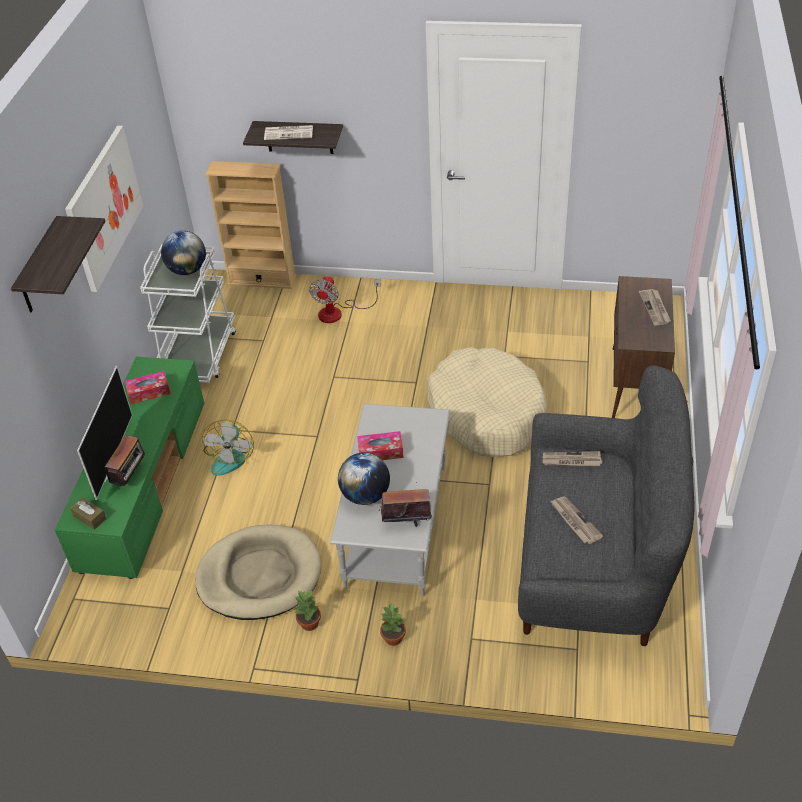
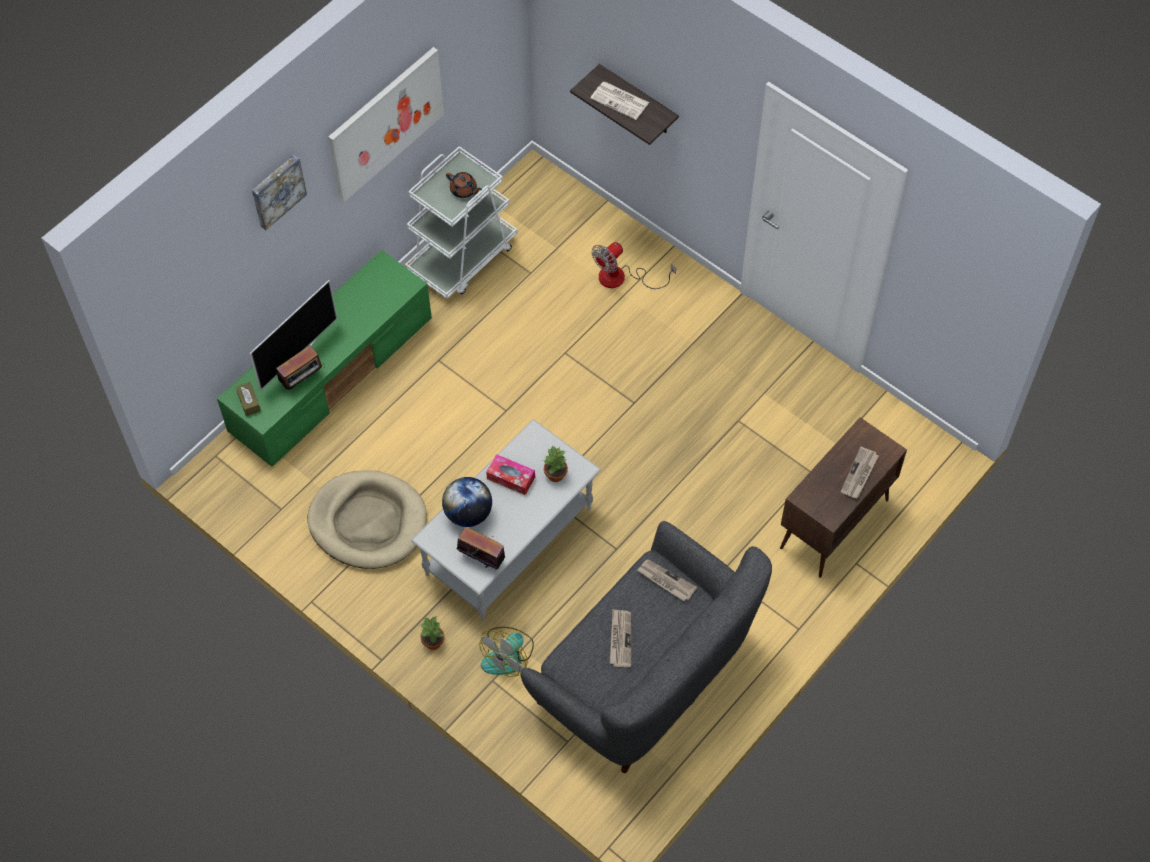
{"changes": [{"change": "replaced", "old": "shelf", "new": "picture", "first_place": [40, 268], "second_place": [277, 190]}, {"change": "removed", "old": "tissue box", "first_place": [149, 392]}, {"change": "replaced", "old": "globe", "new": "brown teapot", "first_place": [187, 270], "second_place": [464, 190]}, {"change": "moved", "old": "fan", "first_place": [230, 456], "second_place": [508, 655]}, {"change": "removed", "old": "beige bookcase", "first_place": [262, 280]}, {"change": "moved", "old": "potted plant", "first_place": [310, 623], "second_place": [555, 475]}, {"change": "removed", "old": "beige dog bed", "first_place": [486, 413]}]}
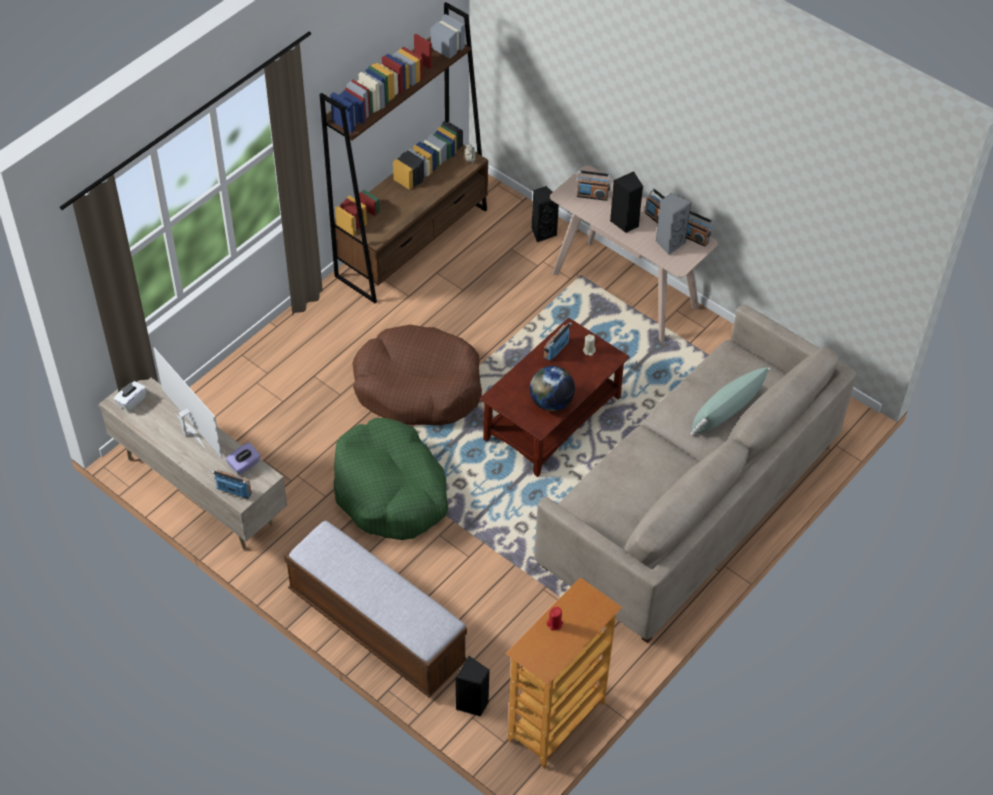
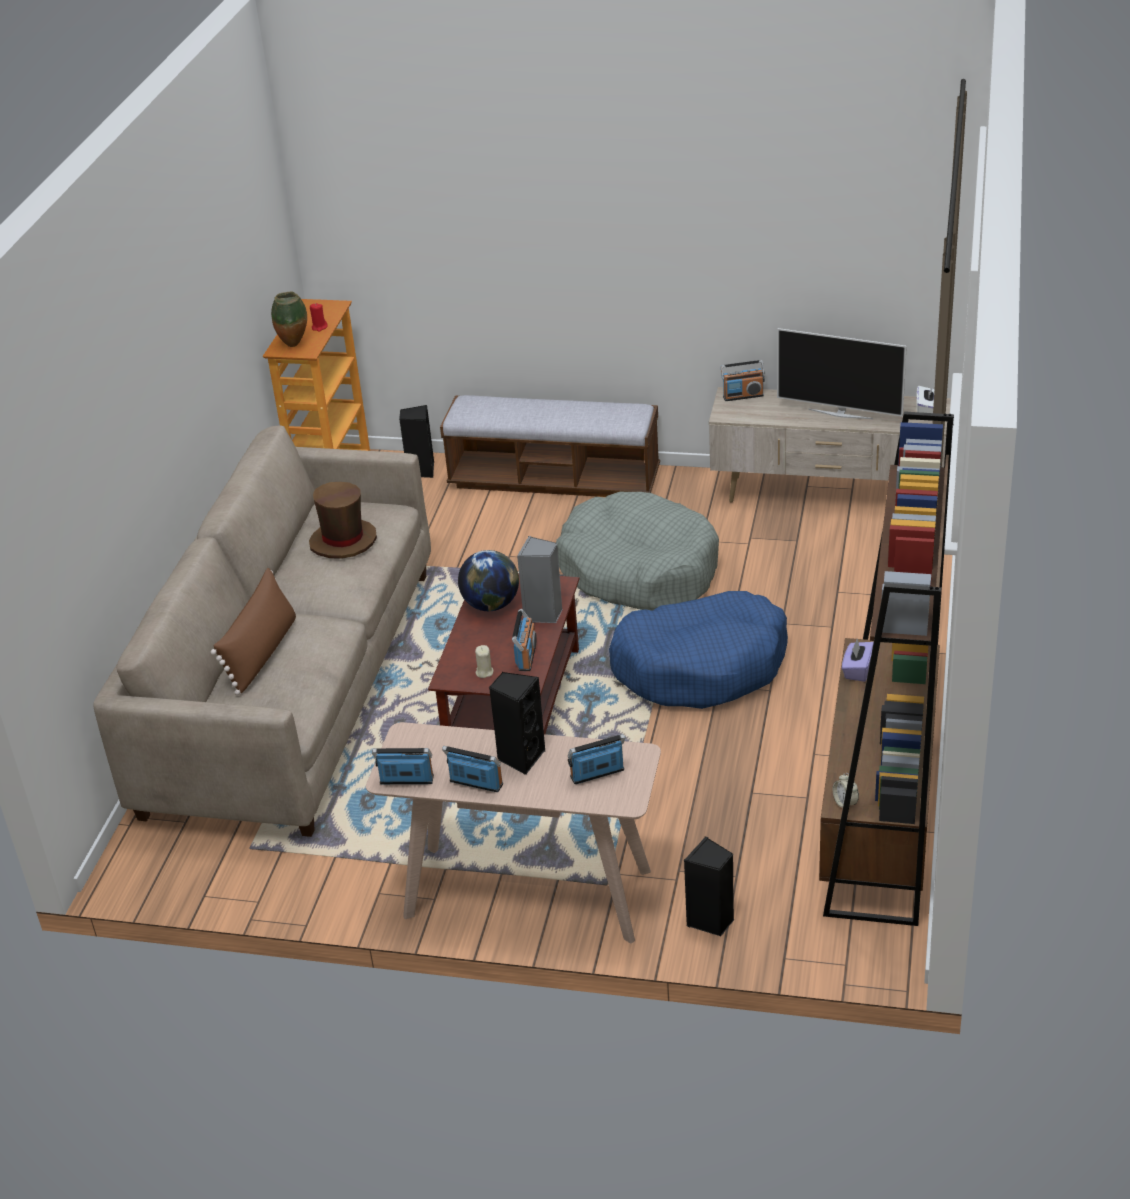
{"changes": [{"change": "moved", "old": "purple tissue box", "first_place": [244, 465], "second_place": [857, 670]}, {"change": "recoloured", "old": "green dog bed", "new": "grey dog bed", "first_place": [390, 491], "second_place": [639, 570]}, {"change": "recoloured", "old": "brown dog bed", "new": "blue dog bed", "first_place": [418, 387], "second_place": [701, 666]}, {"change": "moved", "old": "grey speaker", "first_place": [669, 243], "second_place": [543, 614]}, {"change": "recoloured", "old": "green pillow", "new": "brown pillow", "first_place": [726, 412], "second_place": [262, 653]}, {"change": "added", "new": "vase", "second_place": [294, 345]}, {"change": "added", "new": "brown hat", "second_place": [343, 541]}]}
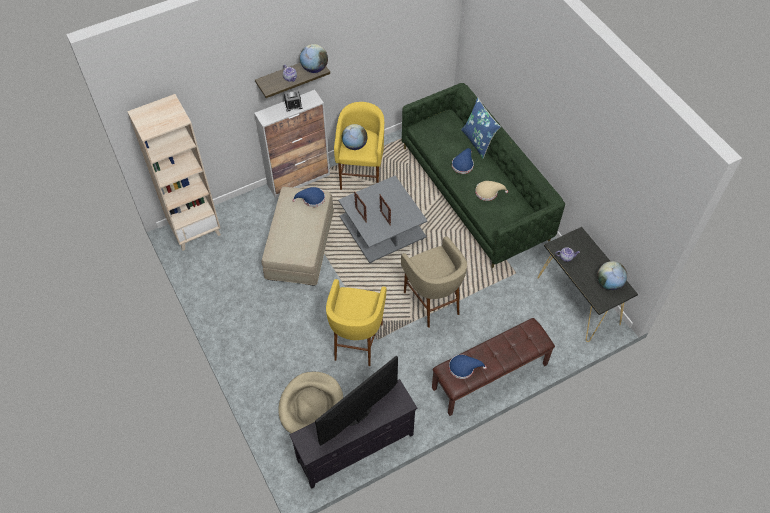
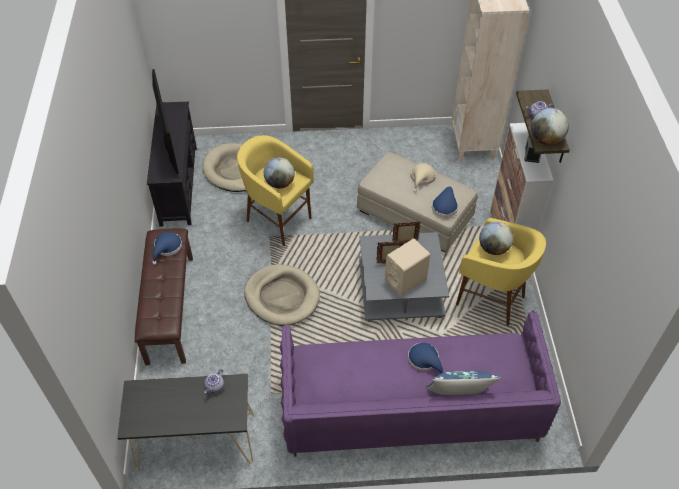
{"changes": [{"change": "replaced", "old": "beige stool", "new": "beige dog bed", "first_place": [432, 302], "second_place": [282, 297]}, {"change": "recoloured", "old": "green sofa", "new": "purple sofa", "first_place": [474, 193], "second_place": [409, 406]}, {"change": "moved", "old": "beige hat", "first_place": [488, 192], "second_place": [422, 178]}, {"change": "moved", "old": "globe", "first_place": [608, 283], "second_place": [280, 183]}, {"change": "added", "new": "beige speaker", "second_place": [405, 280]}]}
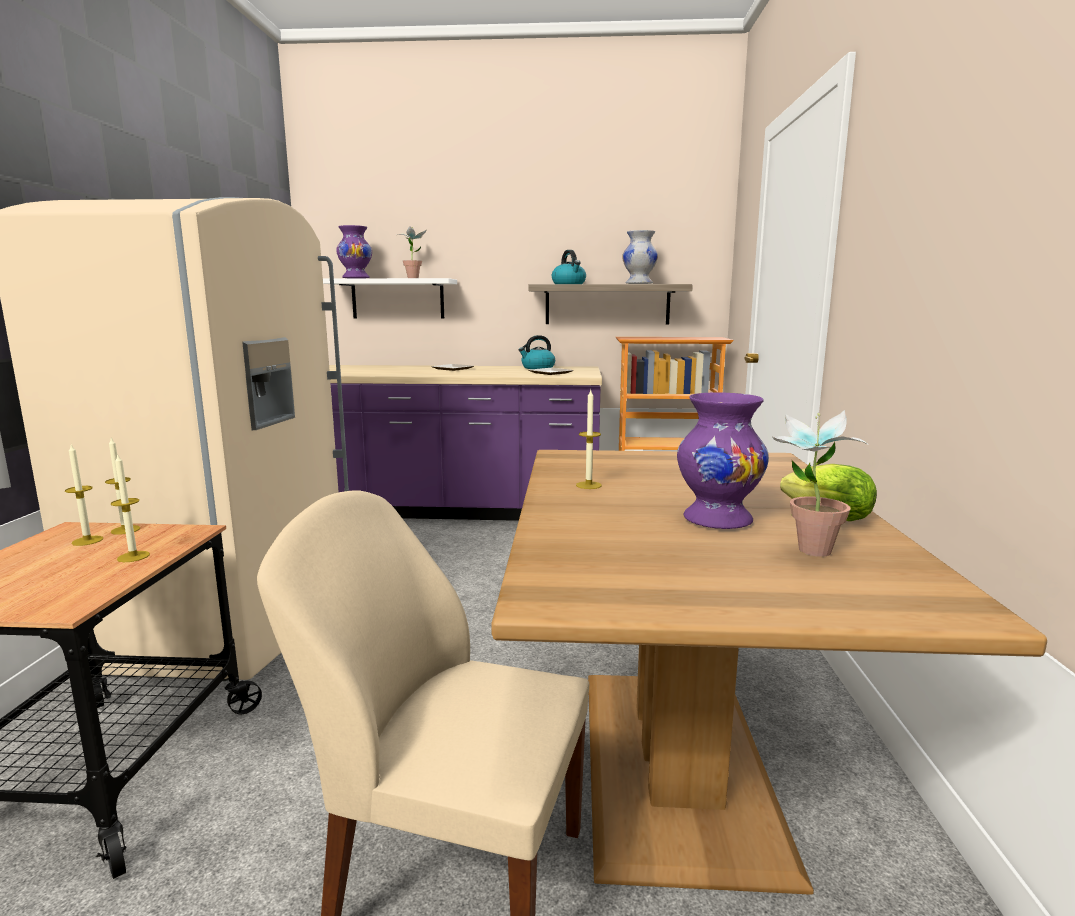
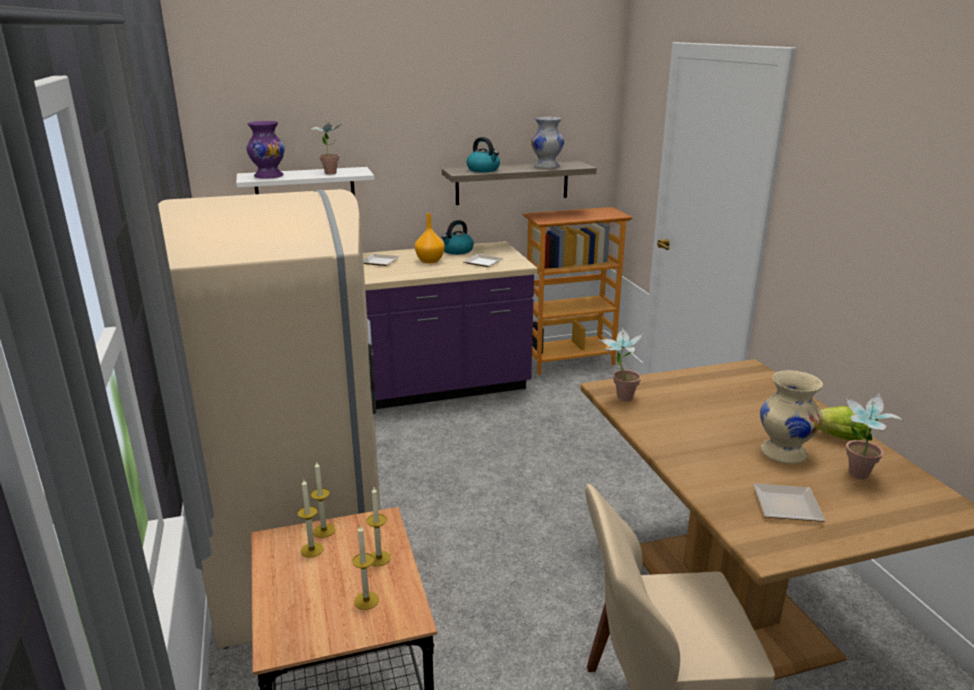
{"changes": [{"change": "moved", "old": "candle", "first_place": [588, 485], "second_place": [366, 600]}, {"change": "recoloured", "old": "purple vase", "new": "beige vase", "first_place": [717, 520], "second_place": [783, 453]}, {"change": "added", "new": "orange vase", "second_place": [429, 261]}, {"change": "added", "new": "potted plant", "second_place": [619, 397]}, {"change": "added", "new": "plate", "second_place": [785, 507]}]}
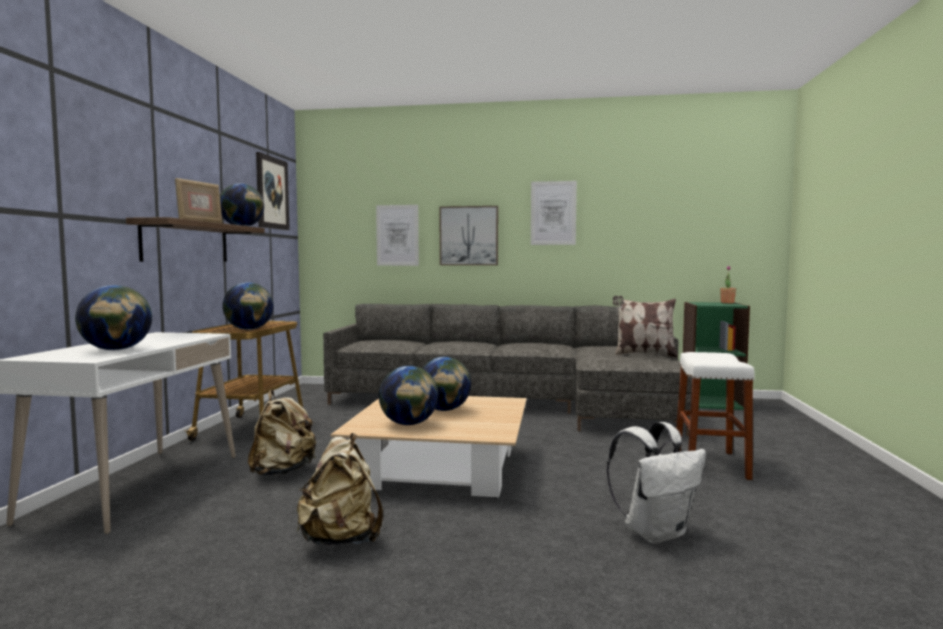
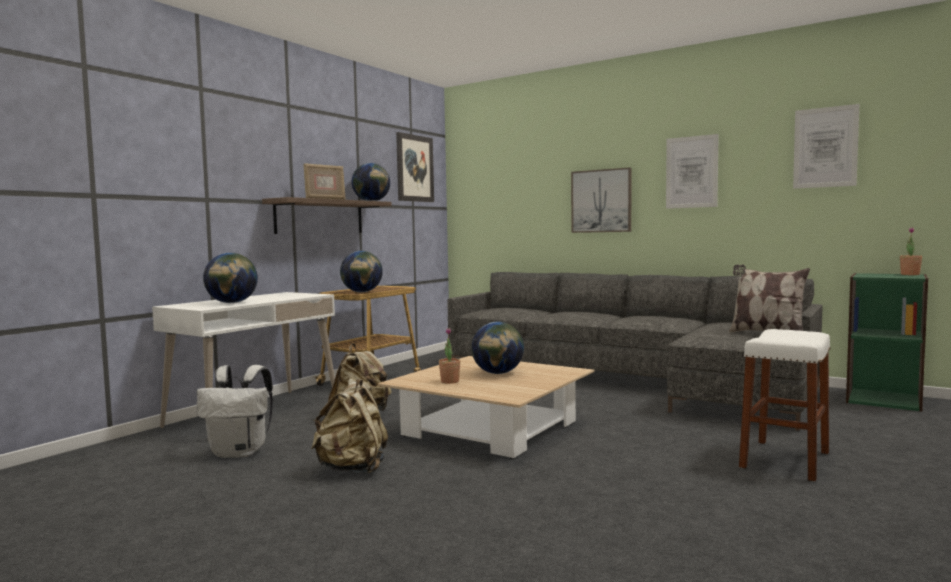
{"changes": [{"change": "moved", "old": "picture", "first_place": [397, 235], "second_place": [825, 147]}, {"change": "replaced", "old": "globe", "new": "potted plant", "first_place": [409, 424], "second_place": [450, 381]}, {"change": "moved", "old": "white backpack", "first_place": [655, 532], "second_place": [240, 452]}]}
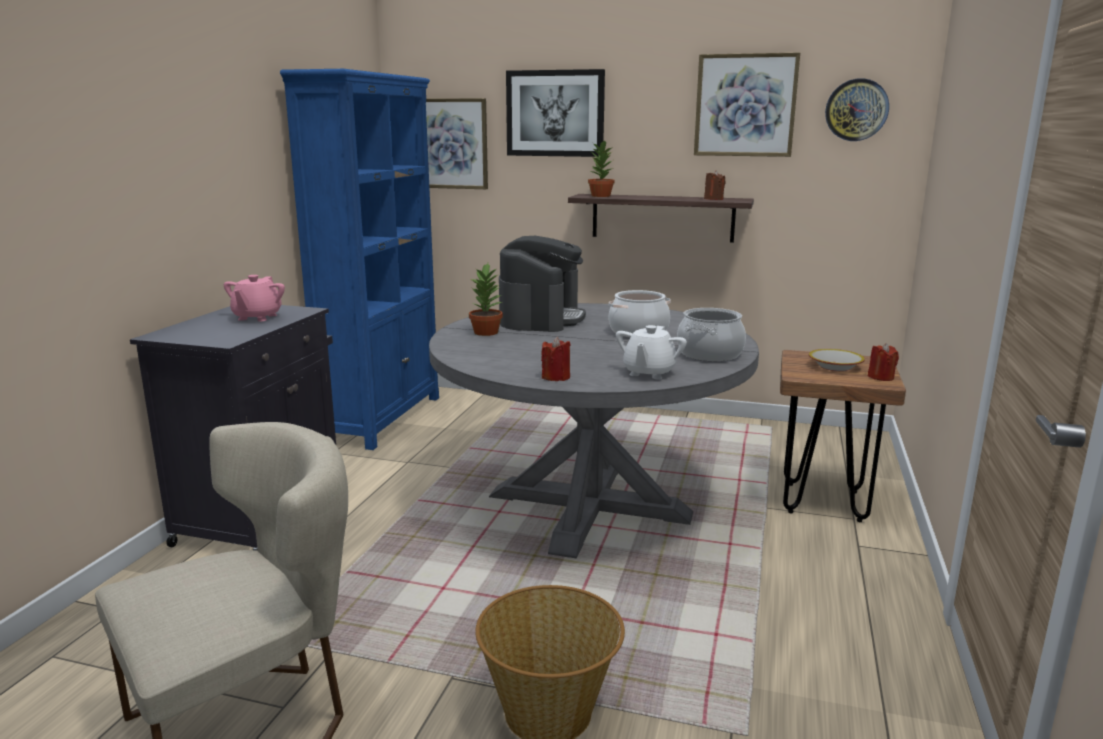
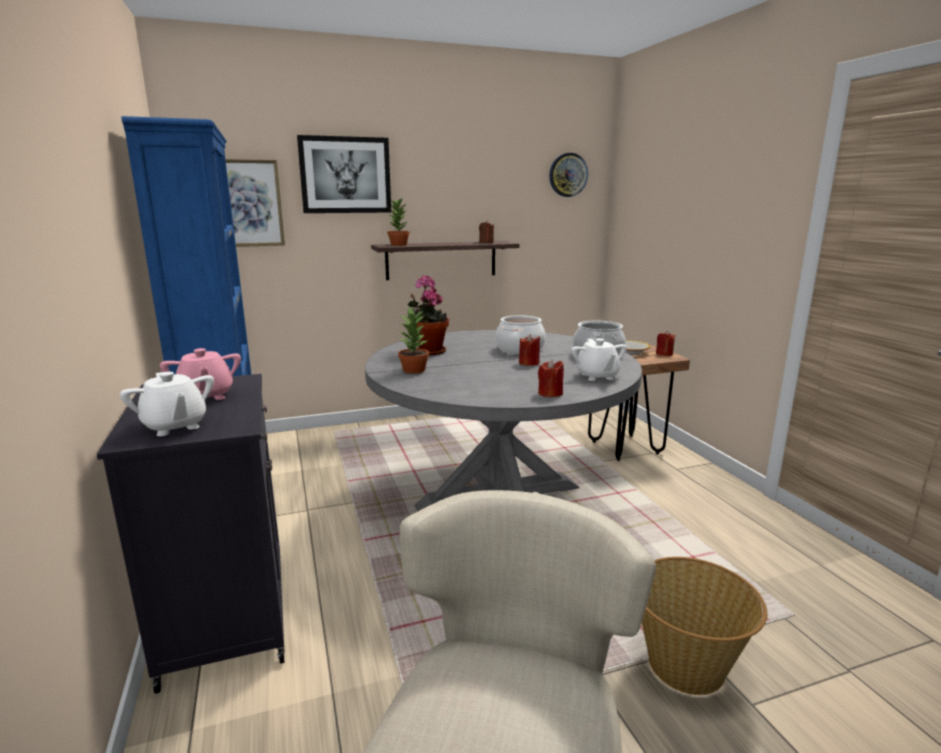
{"changes": [{"change": "replaced", "old": "coffee machine", "new": "potted plant", "first_place": [541, 318], "second_place": [429, 351]}, {"change": "removed", "old": "picture", "first_place": [745, 105]}, {"change": "added", "new": "white teapot", "second_place": [175, 426]}, {"change": "added", "new": "red candle", "second_place": [529, 363]}]}
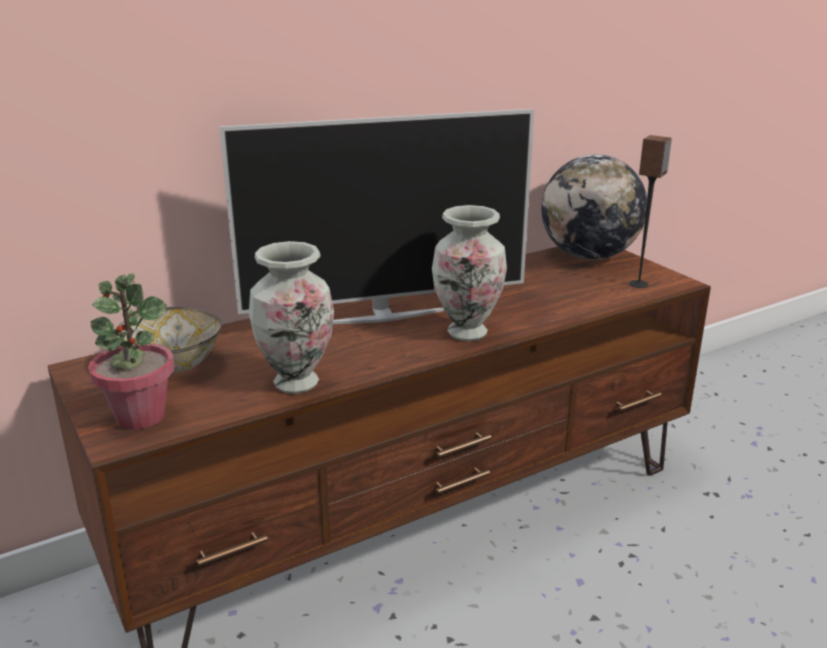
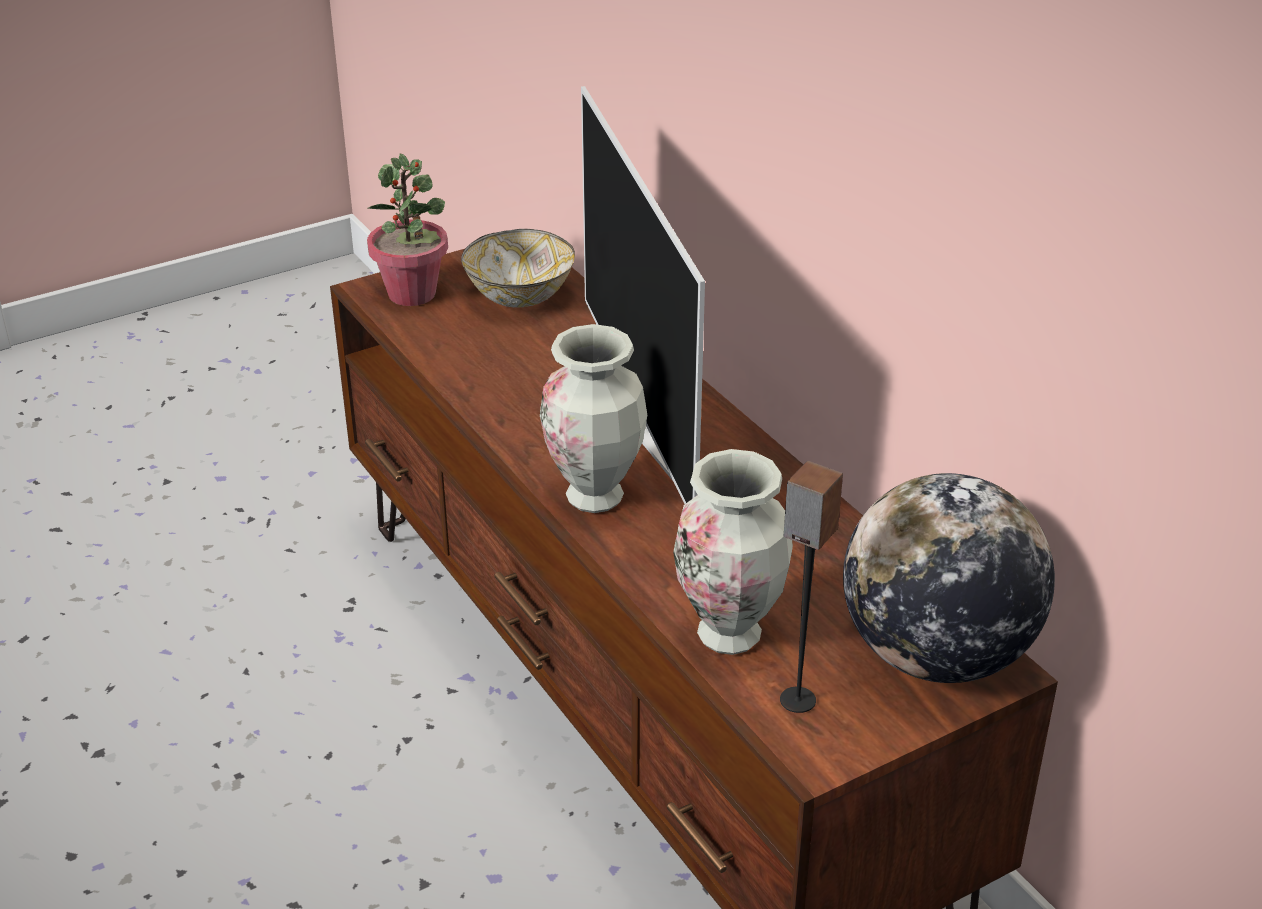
{"changes": [{"change": "moved", "old": "vase", "first_place": [296, 383], "second_place": [730, 635]}]}
